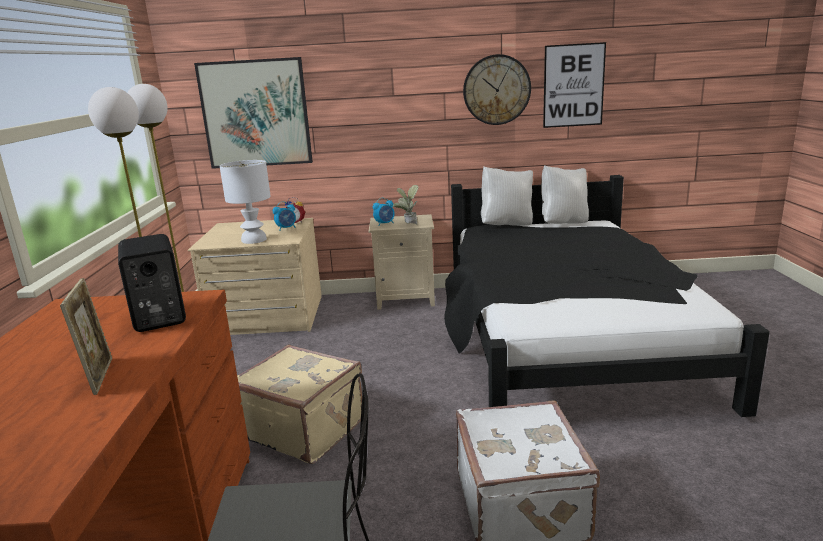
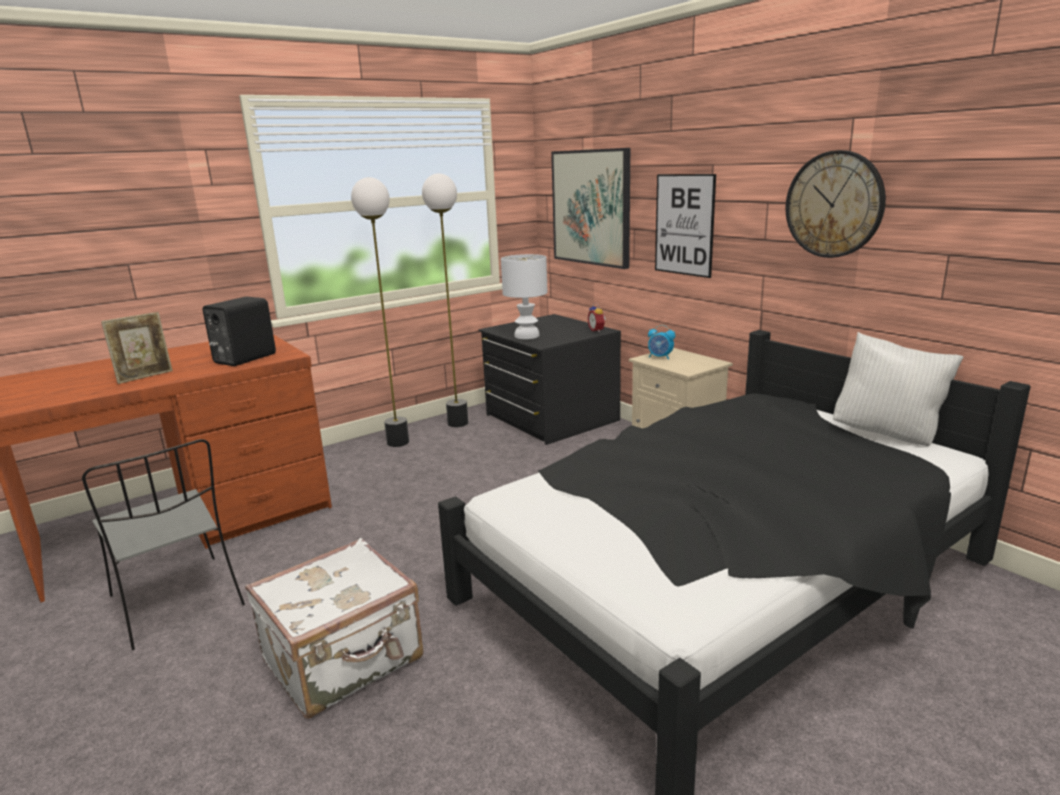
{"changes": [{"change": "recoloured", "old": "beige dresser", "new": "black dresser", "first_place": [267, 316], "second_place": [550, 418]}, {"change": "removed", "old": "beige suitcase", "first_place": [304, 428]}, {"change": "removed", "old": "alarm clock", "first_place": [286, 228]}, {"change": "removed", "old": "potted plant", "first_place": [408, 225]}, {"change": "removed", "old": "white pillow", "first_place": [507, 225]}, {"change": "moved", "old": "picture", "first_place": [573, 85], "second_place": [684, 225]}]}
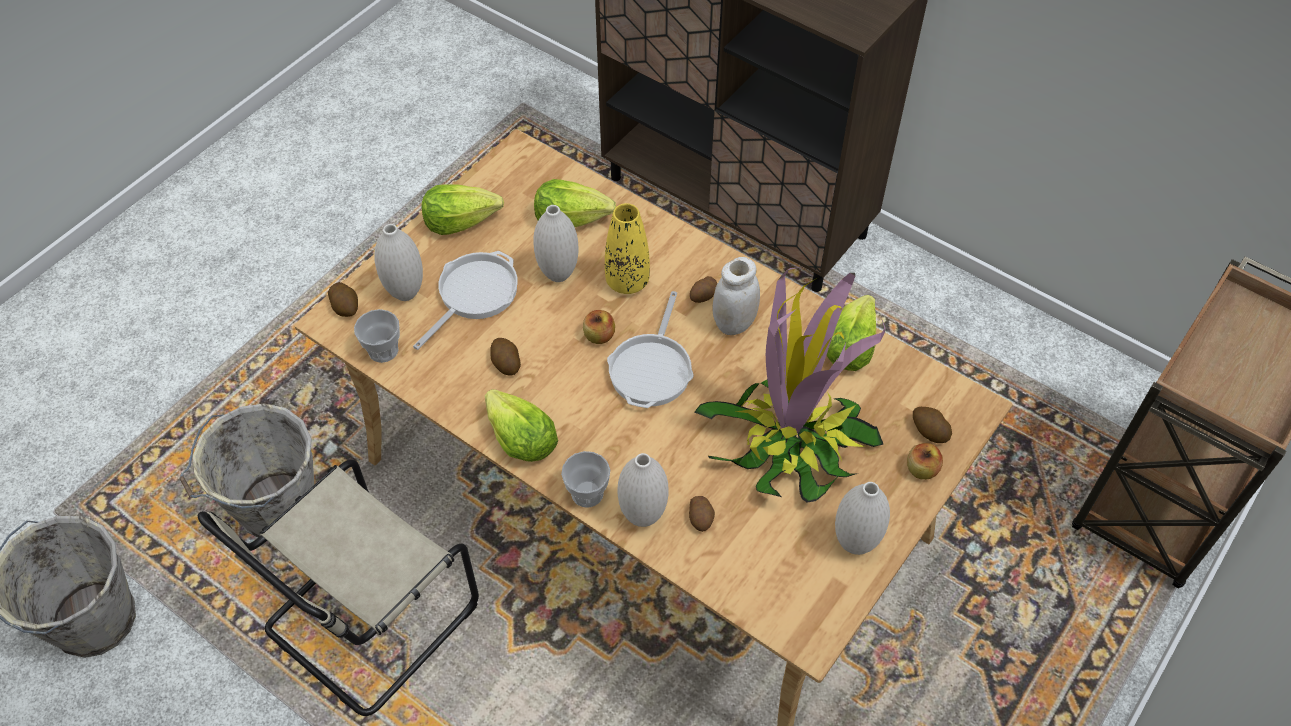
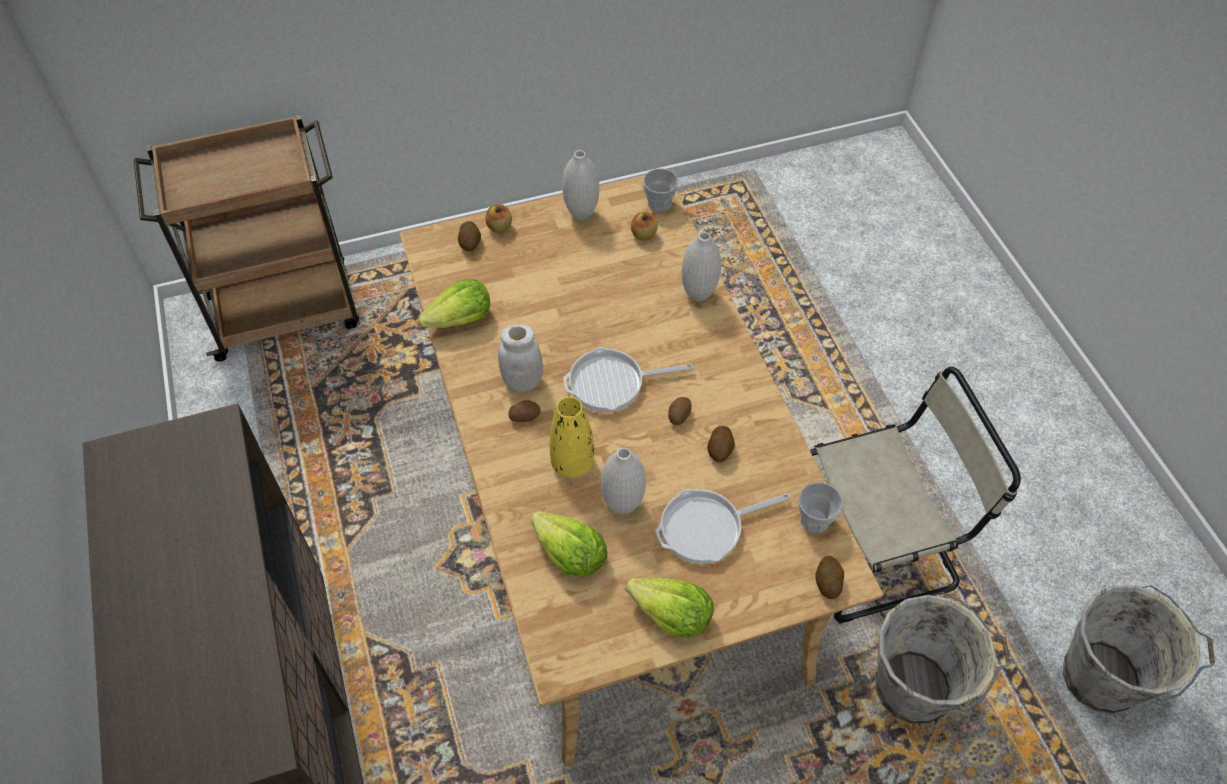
{"changes": [{"change": "removed", "old": "white vase", "first_place": [405, 293]}, {"change": "removed", "old": "lettuce", "first_place": [520, 439]}, {"change": "moved", "old": "cup", "first_place": [587, 493], "second_place": [659, 203]}, {"change": "moved", "old": "apple", "first_place": [599, 336], "second_place": [643, 235]}, {"change": "turned", "old": "frying pan", "first_place": [652, 368], "second_place": [612, 383], "degrees": -150}, {"change": "moved", "old": "potato", "first_place": [701, 518], "second_place": [678, 415]}, {"change": "removed", "old": "potted plant", "first_place": [791, 441]}]}
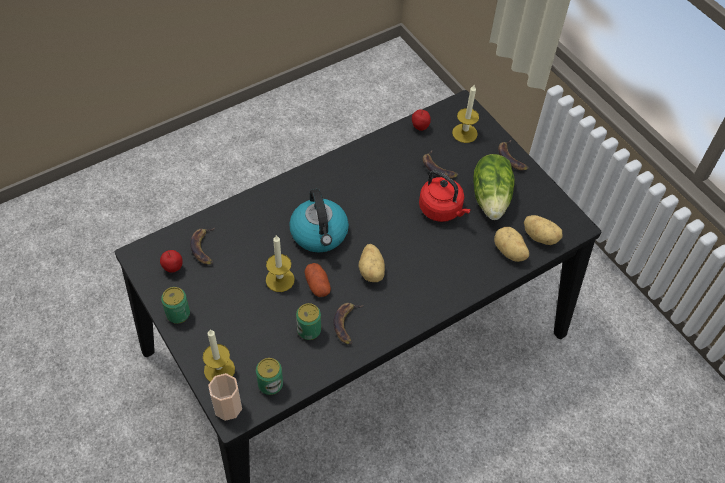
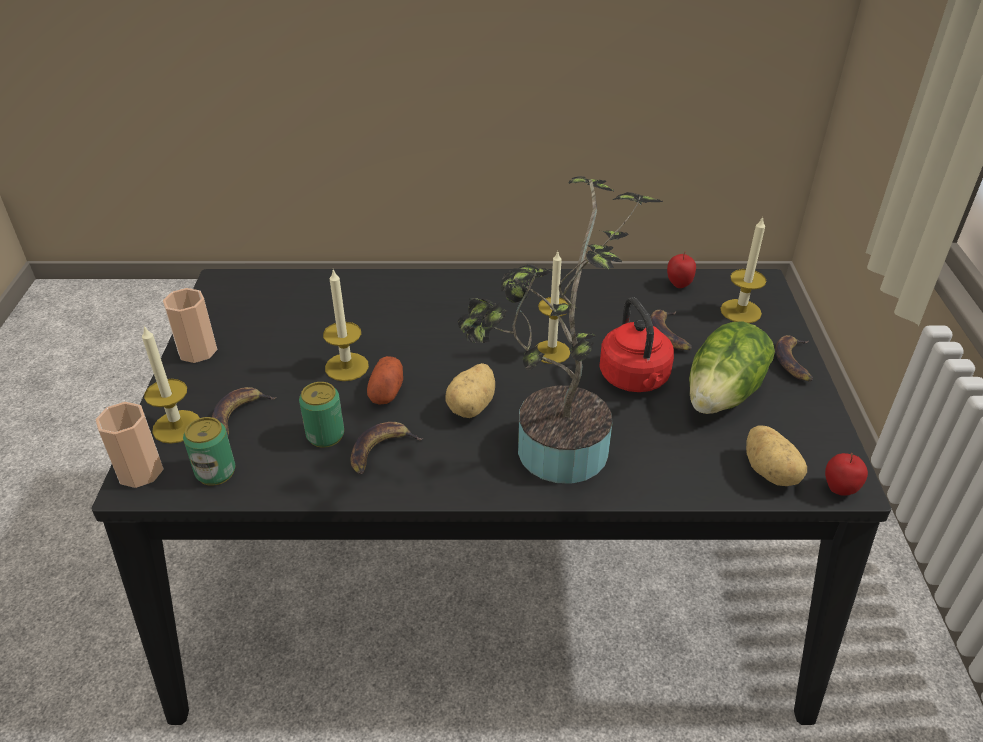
{"changes": [{"change": "moved", "old": "apple", "first_place": [173, 268], "second_place": [839, 490]}, {"change": "replaced", "old": "can", "new": "cup", "first_place": [178, 314], "second_place": [197, 351]}, {"change": "moved", "old": "banana", "first_place": [204, 248], "second_place": [238, 416]}, {"change": "removed", "old": "kettle", "first_place": [319, 234]}, {"change": "removed", "old": "potato", "first_place": [509, 252]}, {"change": "added", "new": "potted plant", "second_place": [552, 454]}, {"change": "added", "new": "candle", "second_place": [551, 352]}]}
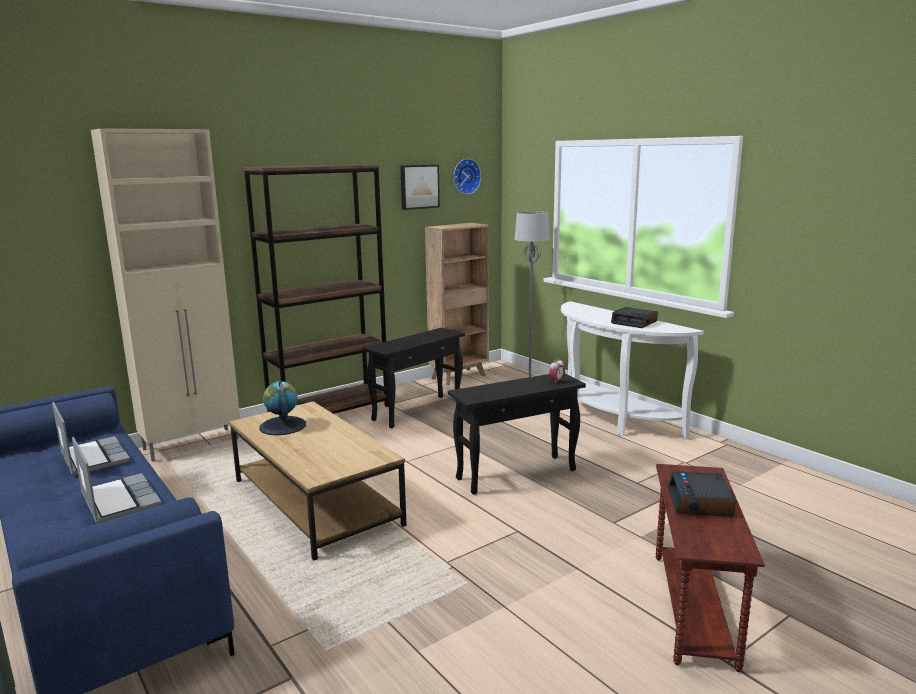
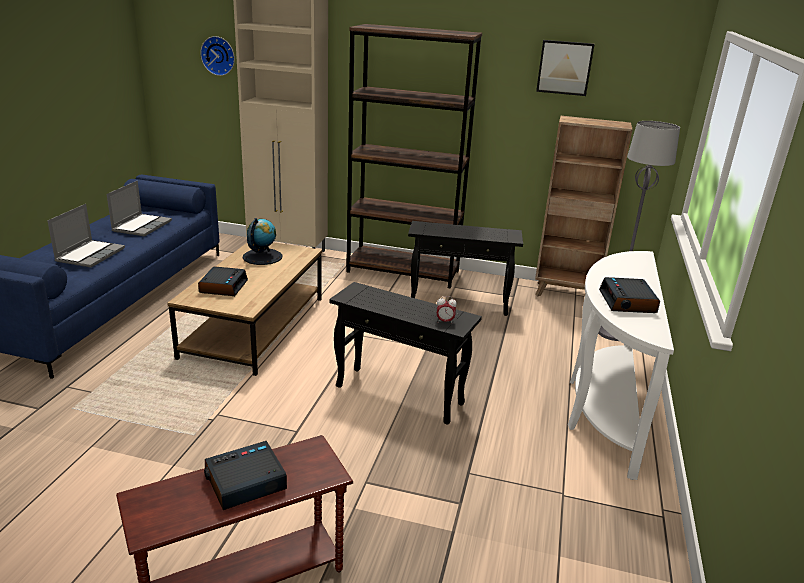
{"changes": [{"change": "moved", "old": "wall clock", "first_place": [465, 176], "second_place": [219, 55]}, {"change": "added", "new": "alarm clock", "second_place": [223, 286]}]}
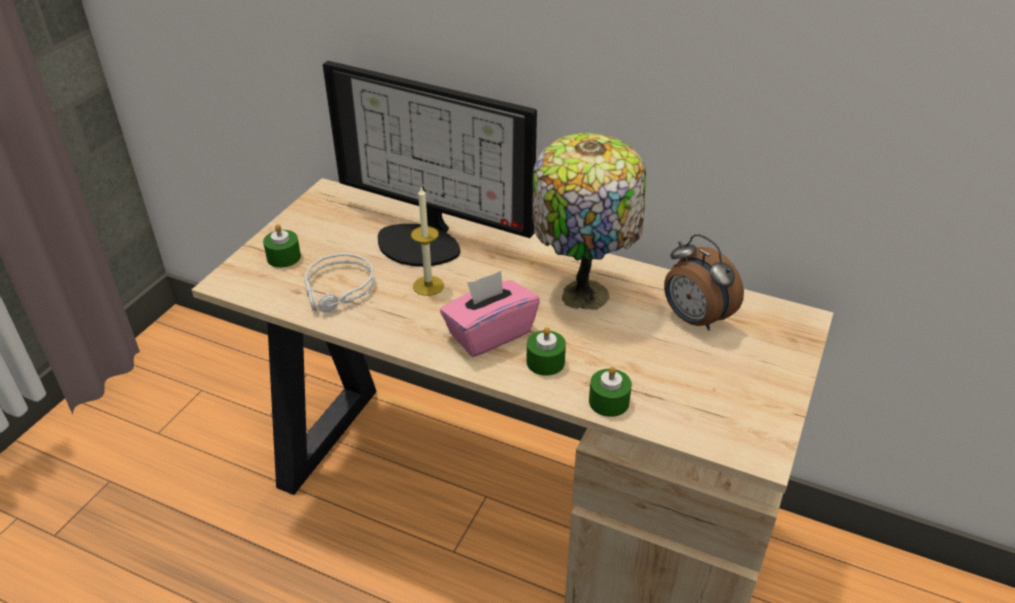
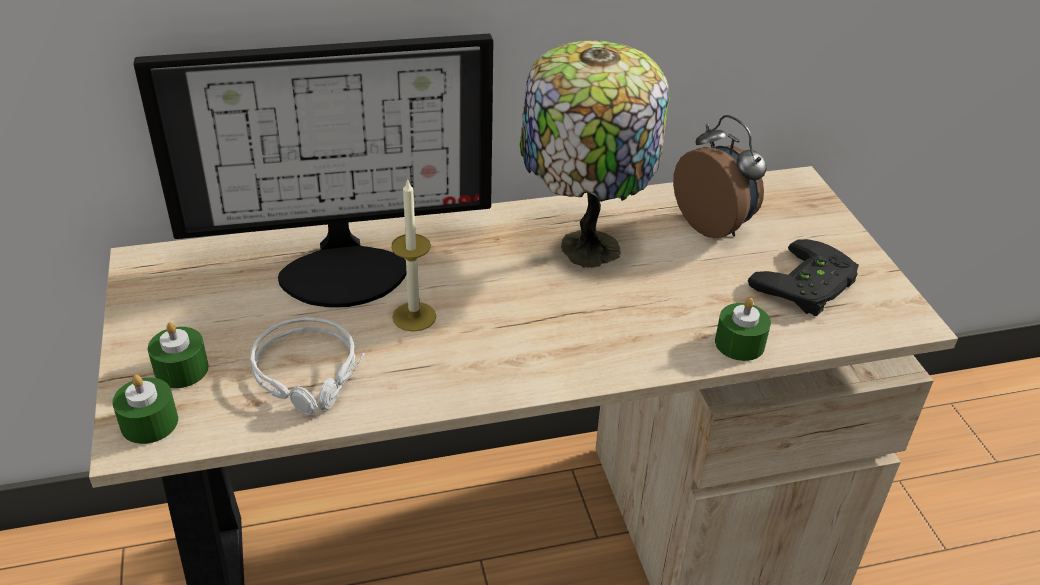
{"changes": [{"change": "removed", "old": "pink tissue box", "first_place": [489, 333]}, {"change": "moved", "old": "green candle", "first_place": [545, 362], "second_place": [149, 423]}, {"change": "turned", "old": "alarm clock", "first_place": [694, 319], "second_place": [714, 225], "degrees": -135}, {"change": "added", "new": "black game controller", "second_place": [809, 287]}]}
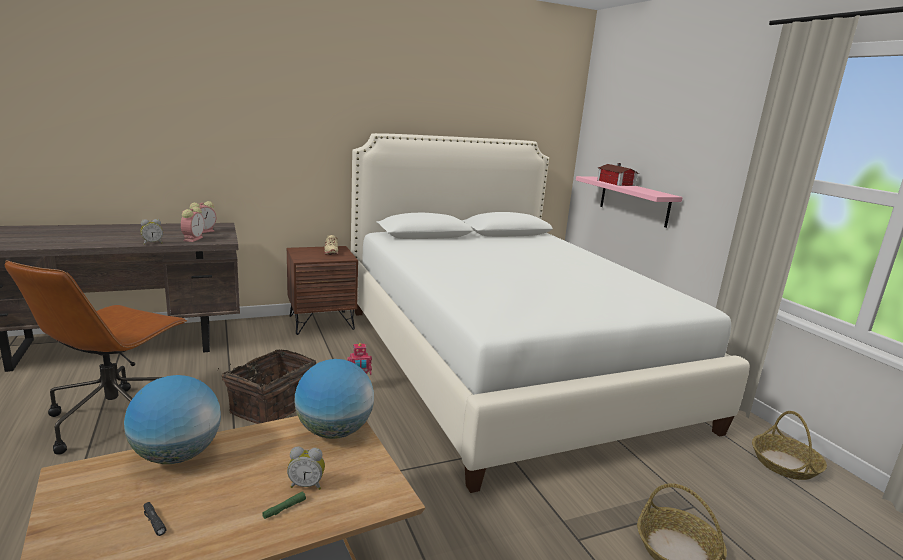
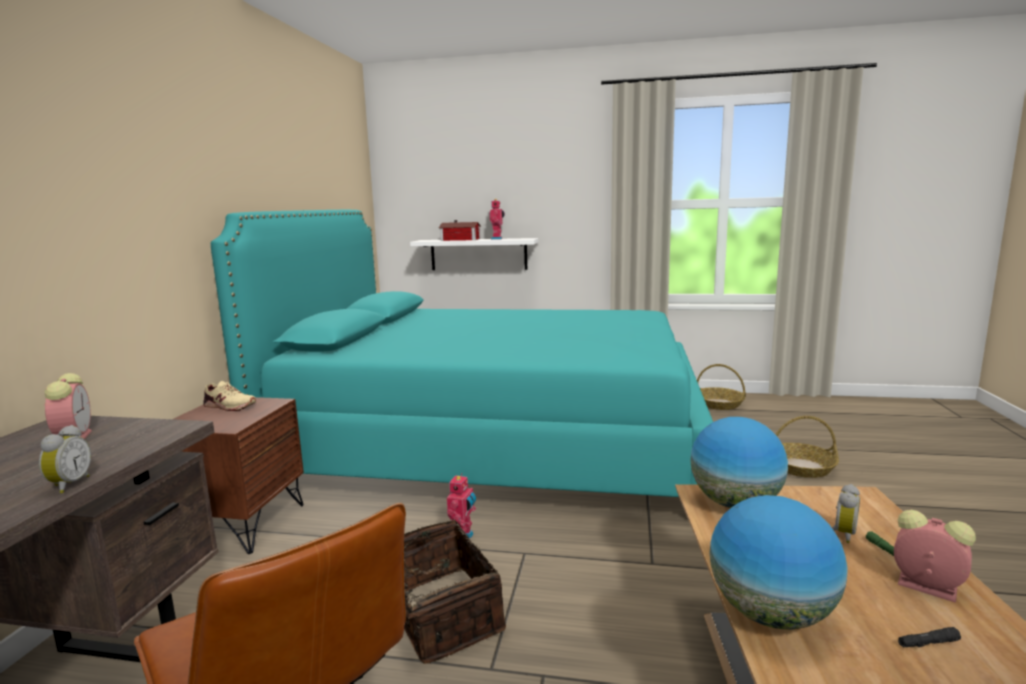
{"changes": [{"change": "moved", "old": "alarm clock", "first_place": [193, 239], "second_place": [924, 586]}, {"change": "recoloured", "old": "white bed", "new": "turquoise bed", "first_place": [506, 362], "second_place": [495, 443]}, {"change": "recoloured", "old": "pink shelf", "new": "white shelf", "first_place": [634, 201], "second_place": [478, 254]}, {"change": "added", "new": "toy robot", "second_place": [497, 239]}]}
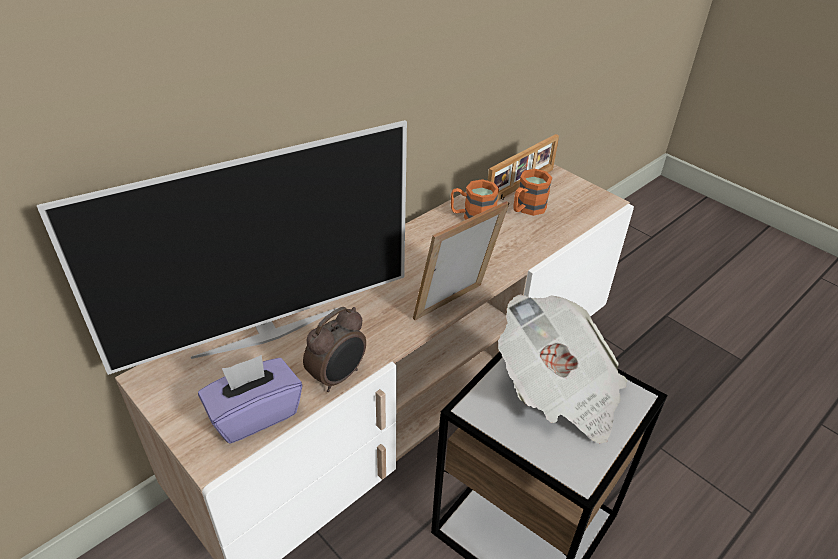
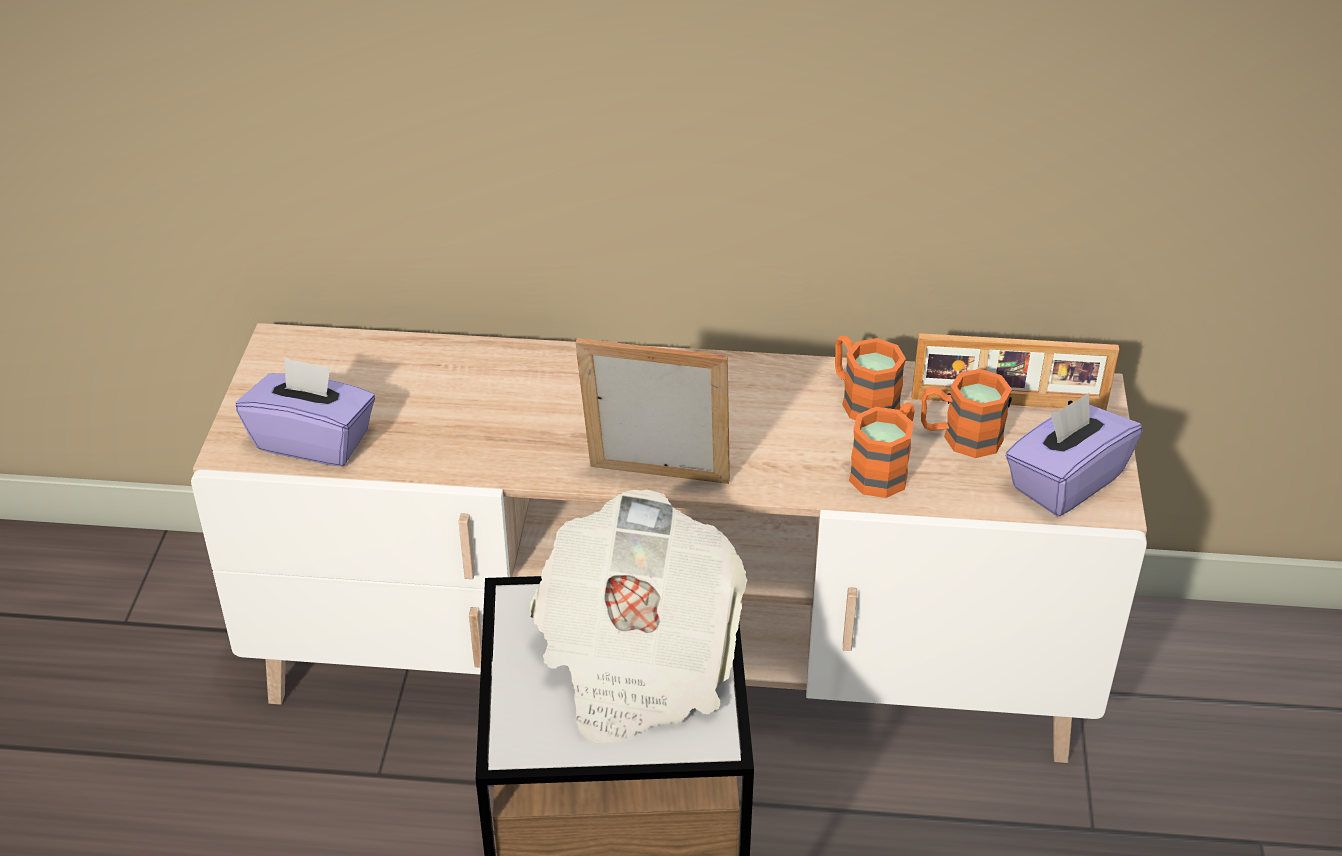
{"changes": [{"change": "removed", "old": "television", "first_place": [267, 331]}, {"change": "removed", "old": "alarm clock", "first_place": [338, 377]}, {"change": "added", "new": "orange mug", "second_place": [885, 469]}, {"change": "added", "new": "purple tissue box", "second_place": [1065, 481]}]}
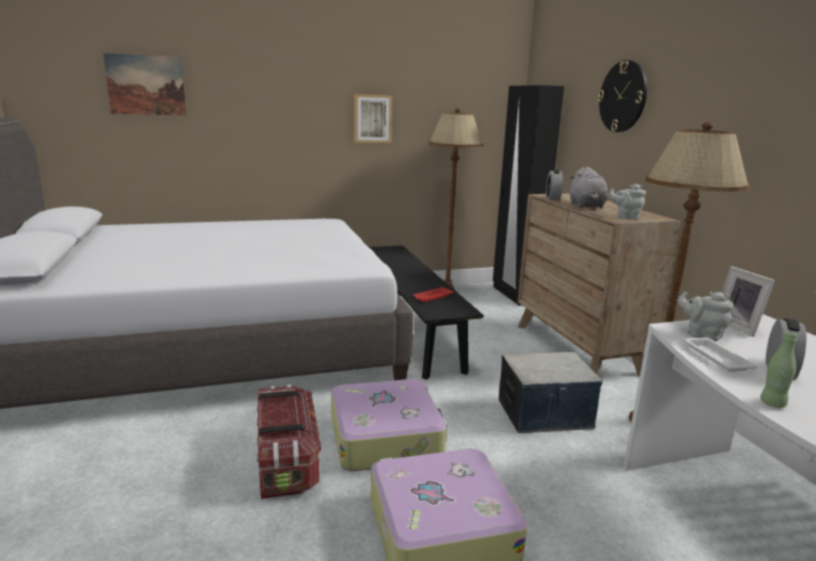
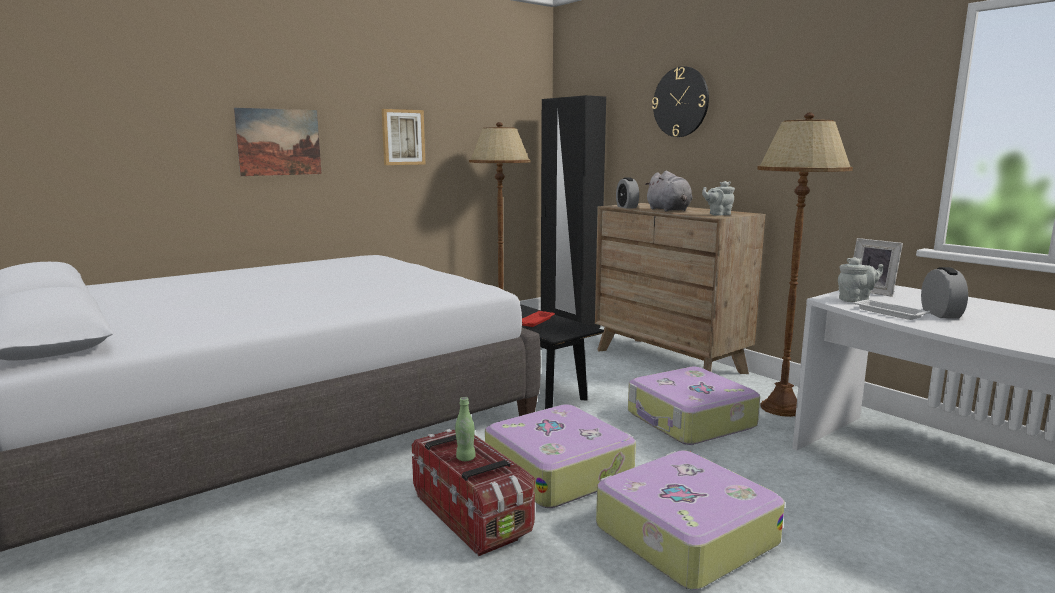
{"changes": [{"change": "moved", "old": "picture", "first_place": [146, 85], "second_place": [279, 142]}, {"change": "replaced", "old": "storage box", "new": "suitcase", "first_place": [544, 415], "second_place": [690, 420]}, {"change": "turned", "old": "grey teapot", "first_place": [702, 335], "second_place": [856, 300], "degrees": 150}, {"change": "moved", "old": "green bottle", "first_place": [772, 403], "second_place": [465, 458]}]}
